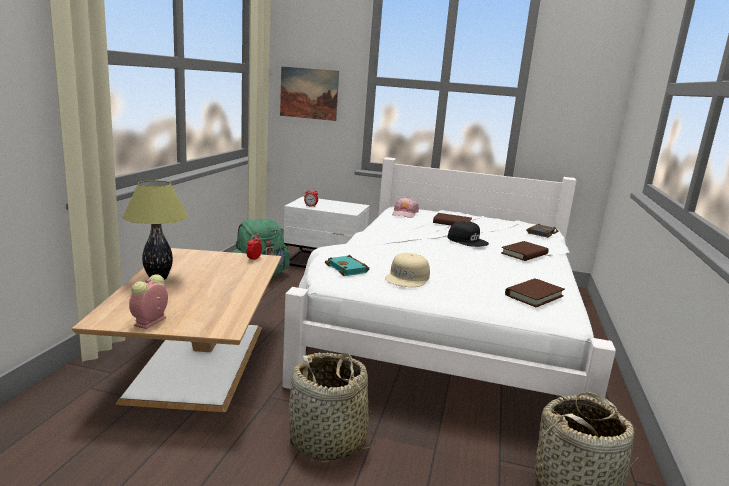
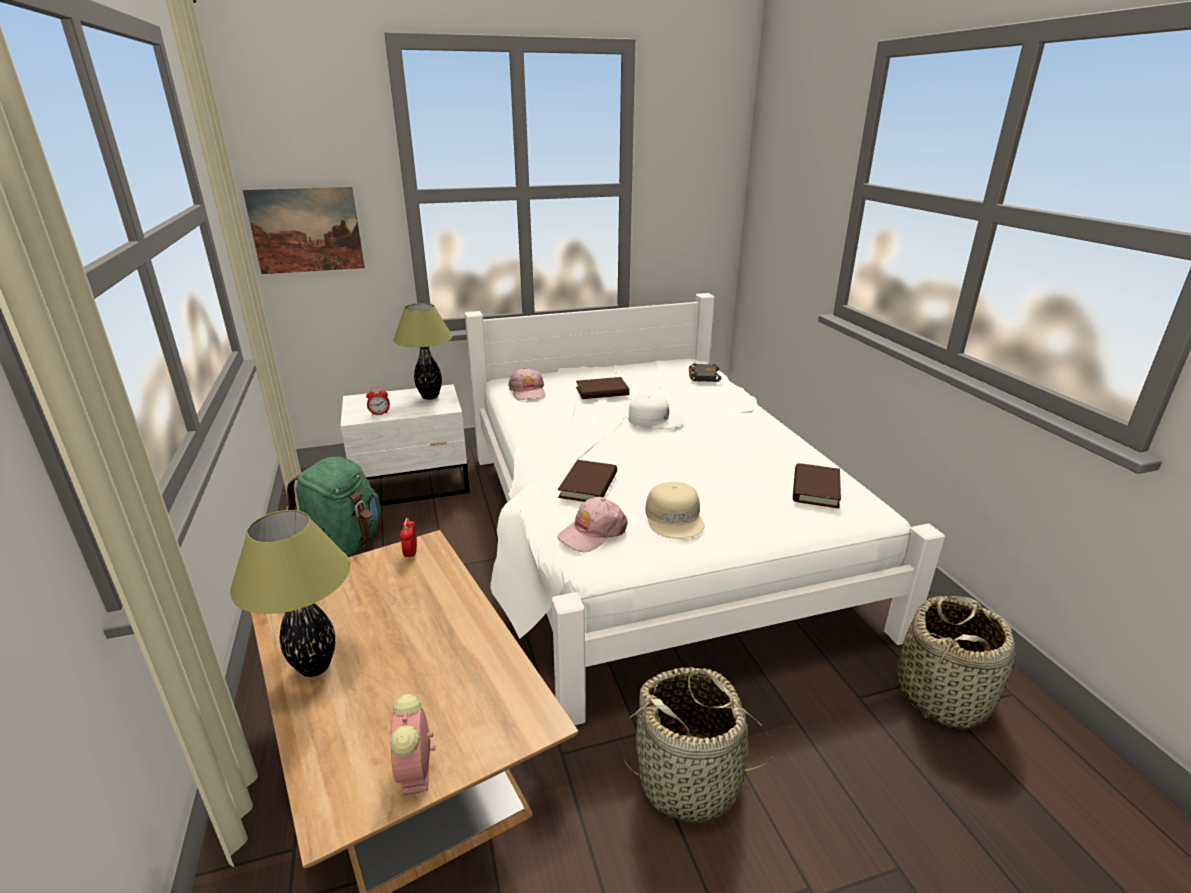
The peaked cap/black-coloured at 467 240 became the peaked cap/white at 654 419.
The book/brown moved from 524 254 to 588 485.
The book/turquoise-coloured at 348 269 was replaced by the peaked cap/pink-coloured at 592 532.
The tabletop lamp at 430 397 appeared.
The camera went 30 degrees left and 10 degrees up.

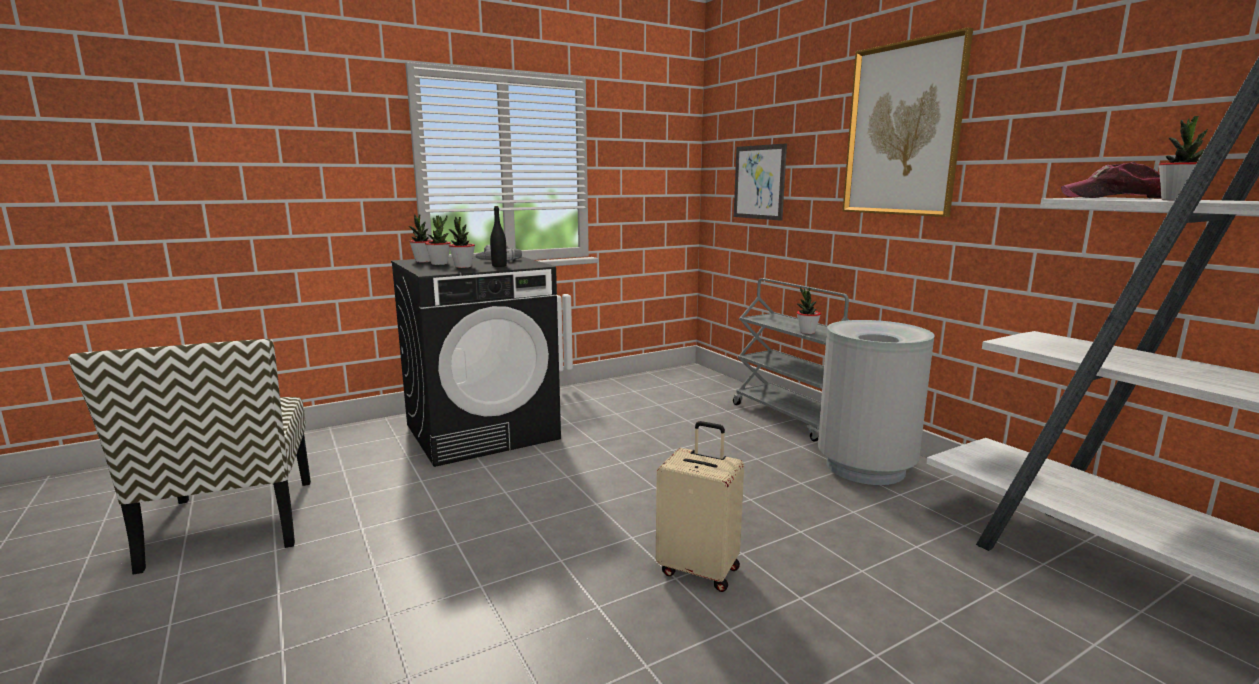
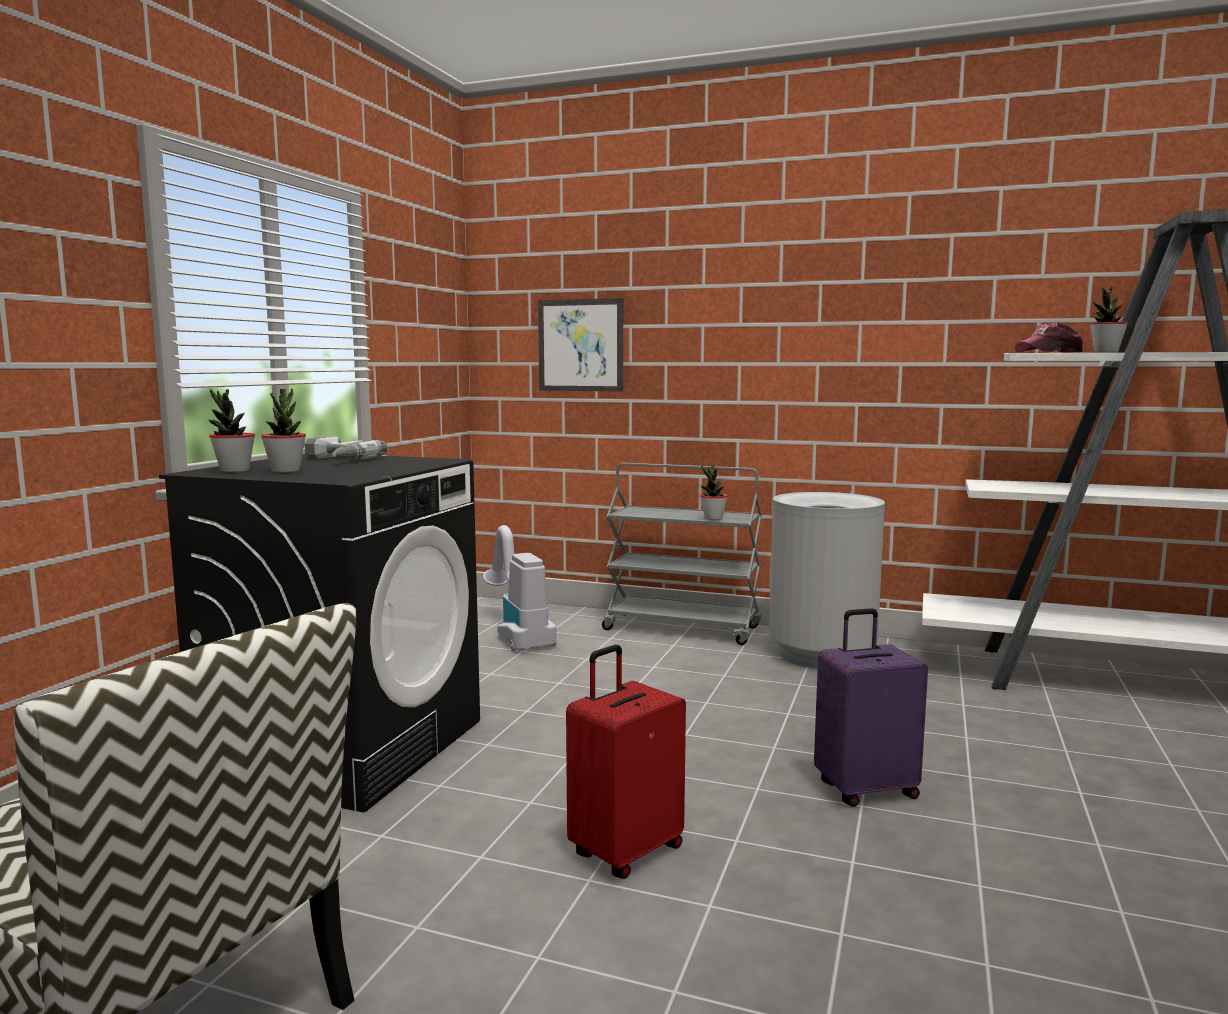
The picture at 903 130 disappeared.
The bottle/black-coloured at 499 266 disappeared.
The potted plant at 463 267 disappeared.
The piece of luggage/beige at 699 569 became the piece of luggage/purplish at 865 789.
The vacuum cleaner at 517 634 appeared.
The piece of luggage/reddish at 625 851 appeared.
The camera went 40 degrees left and 5 degrees down.

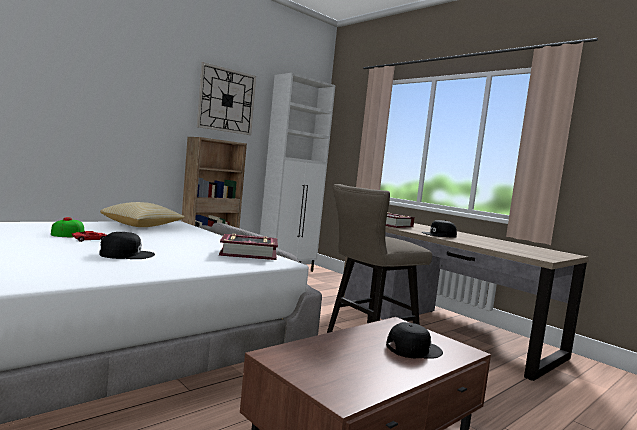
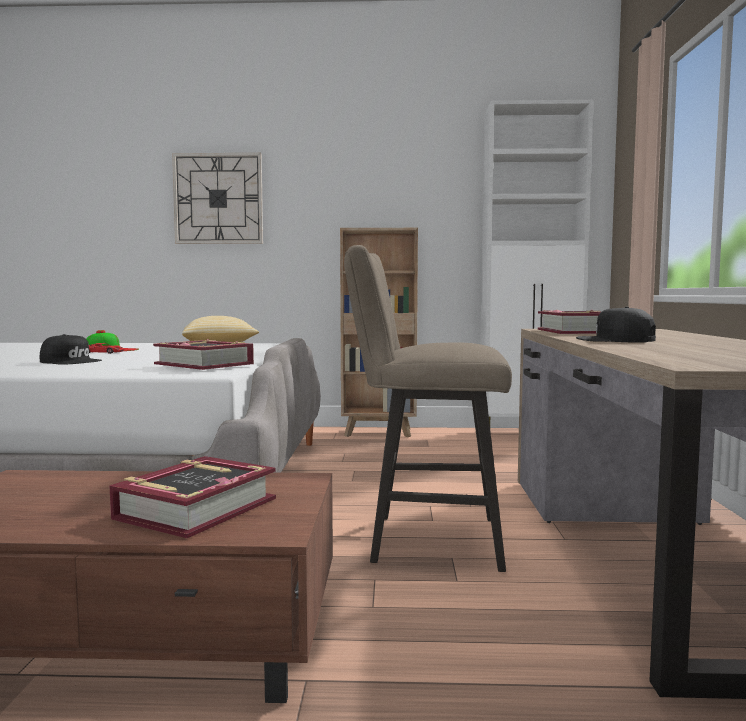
The clock on the wall moved from 226 100 to 218 199.
The peaked cap/black-coloured at 413 349 was replaced by the book at 196 509.
The camera went 45 degrees right and 0 degrees up.

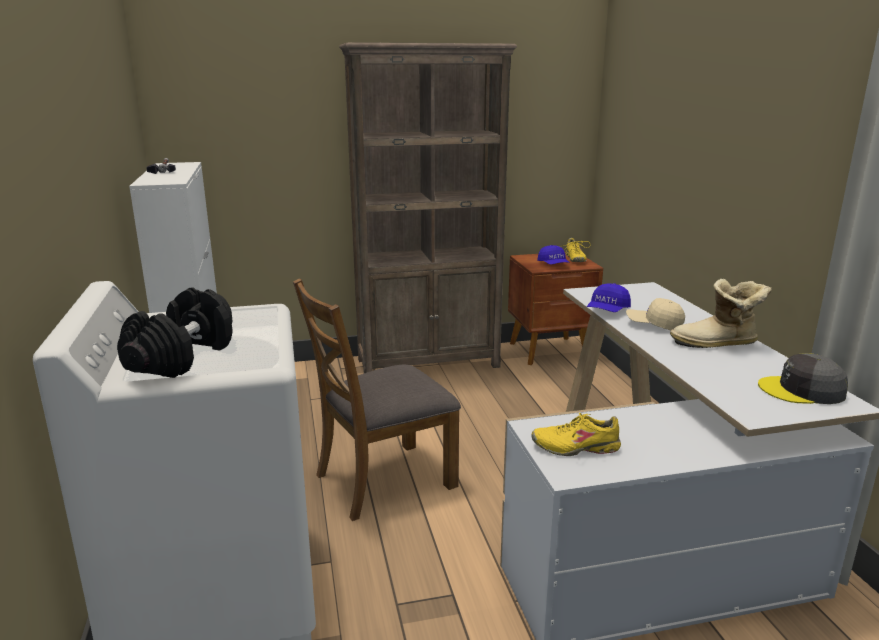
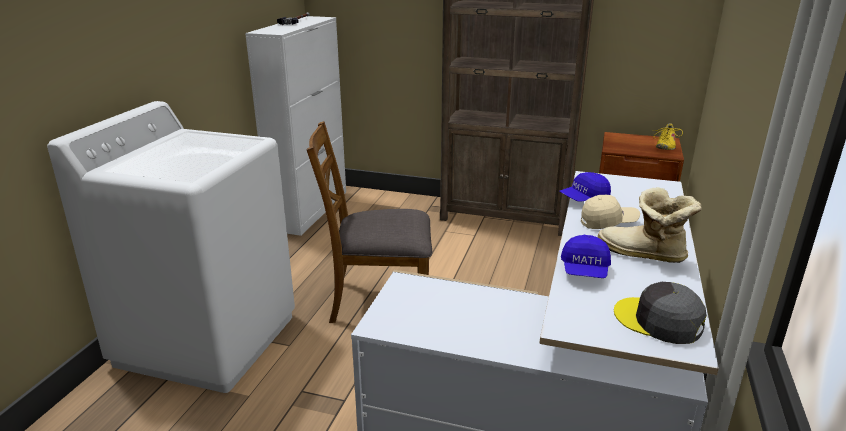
The peaked cap/blue-coloured moved from 553 265 to 585 271.
The dumbbell/black-coloured at 182 357 disappeared.
The peaked cap/beige at 654 325 turned 120 degrees clockwise.
The shoe/yellow at 575 447 disappeared.
The camera went 30 degrees right and 5 degrees up.

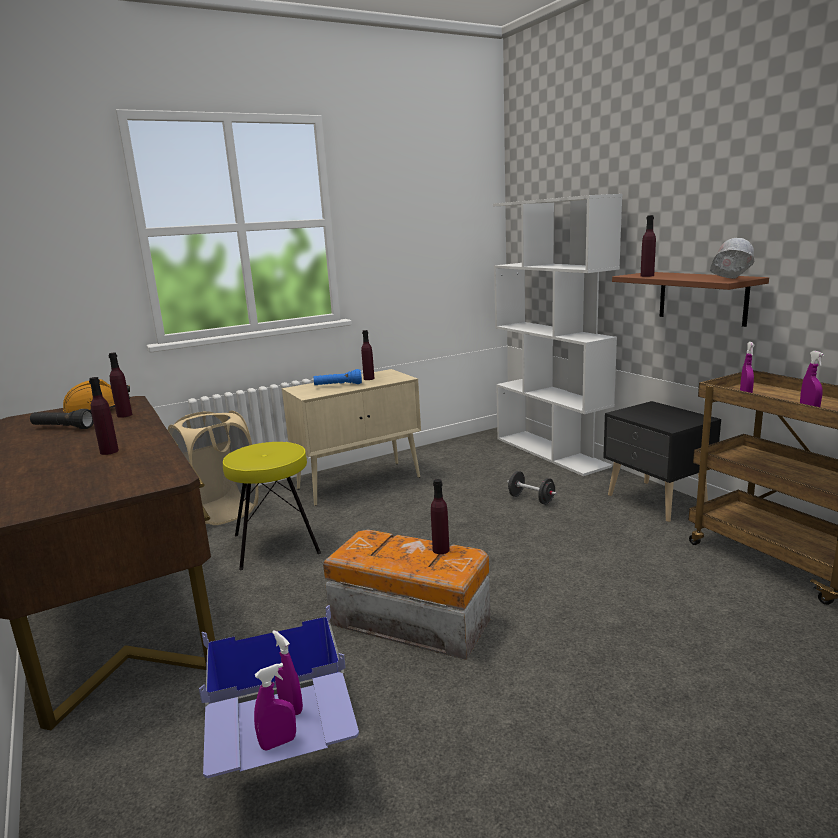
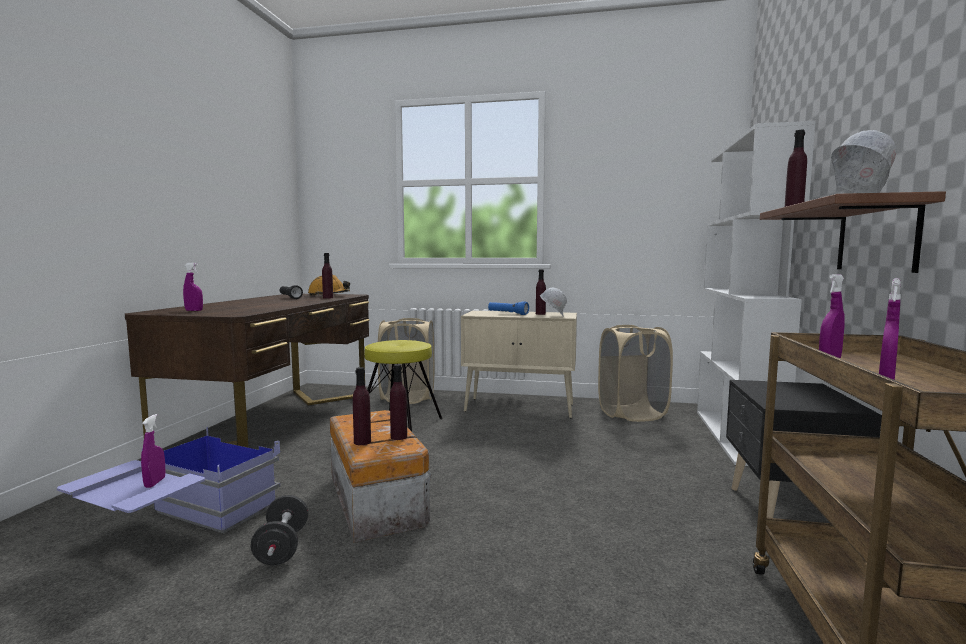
The bottle/purplish moved from 109 451 to 362 442.
The dumbbell/black-coloured moved from 531 499 to 282 547.
The spray bottle/purplish moved from 278 743 to 194 310.
The work helmet/white at 552 316 appeared.
The laundry basket/beige at 632 413 appeared.
The camera went 40 degrees right and 10 degrees down.

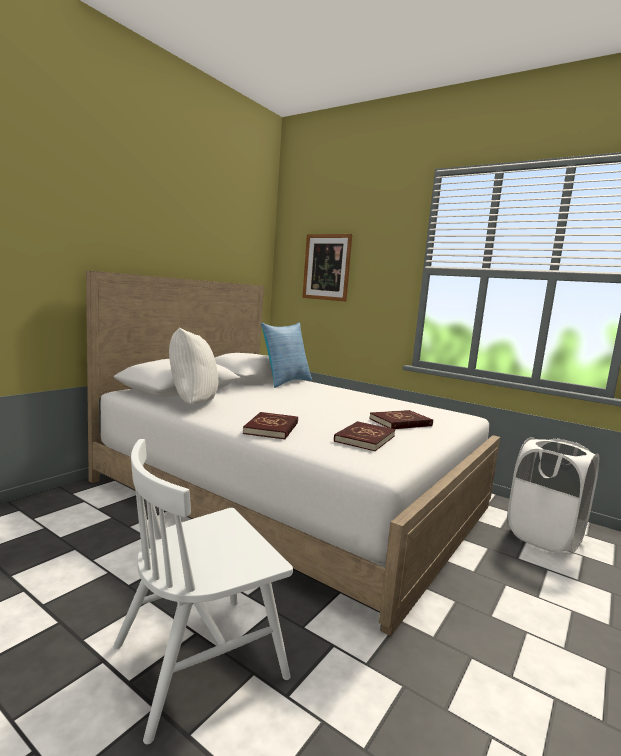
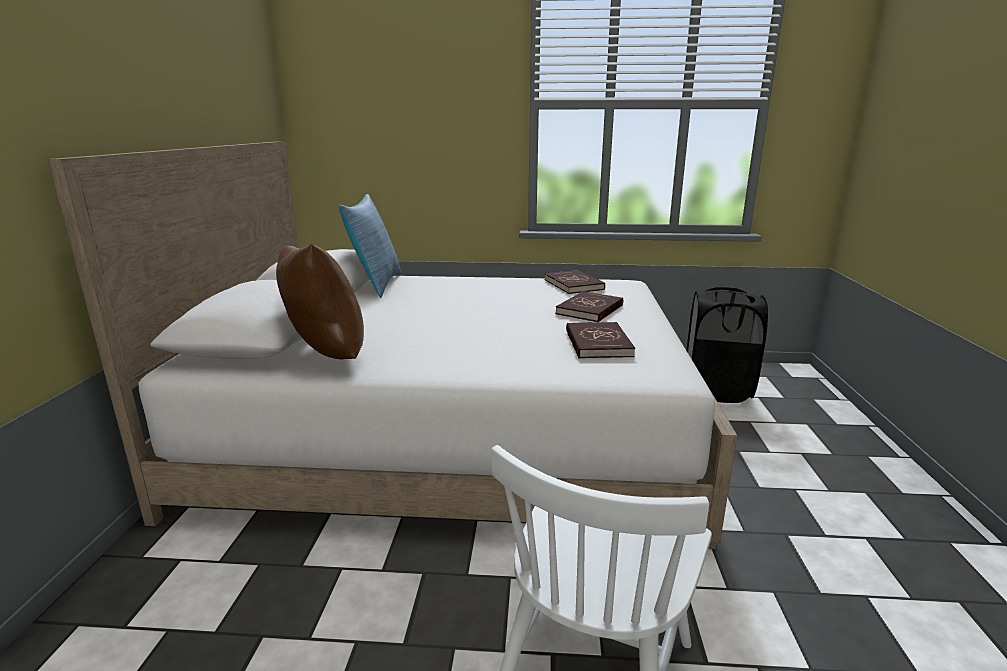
The picture at 327 267 disappeared.
The throw pillow/white at 191 404 became the throw pillow/brown at 324 356.
The book/reddish moved from 272 428 to 574 284.
The laundry basket/white at 544 537 became the laundry basket/black-coloured at 717 390.
The camera went 30 degrees left and 10 degrees up.

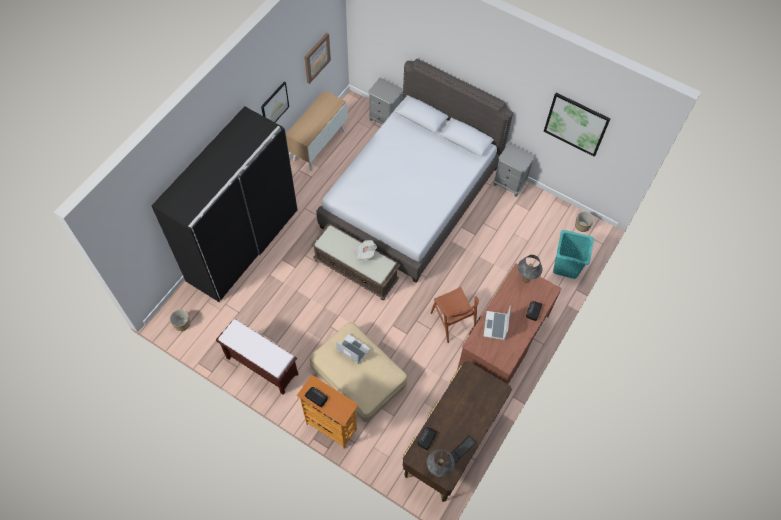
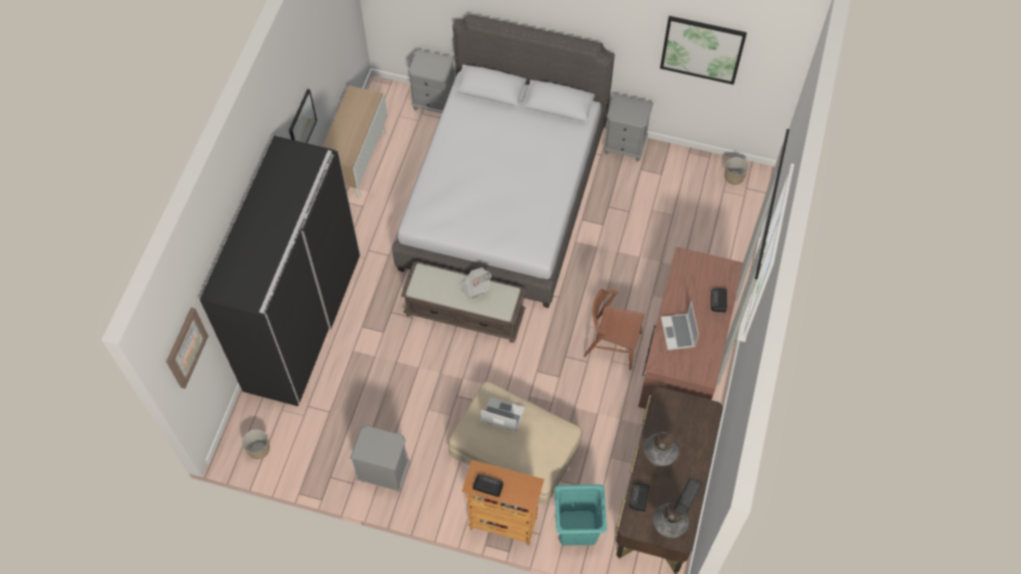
The picture moved from 316 57 to 185 347.
The laundry basket/turquoise-coloured moved from 566 266 to 577 528.
The tabletop lamp/greyish moved from 526 279 to 657 461.
The chair/brown at 453 321 turned 150 degrees clockwise.
The bench/brown at 261 366 was replaced by the bedside table/greyish at 384 473.
The camera went 15 degrees left and 0 degrees up.

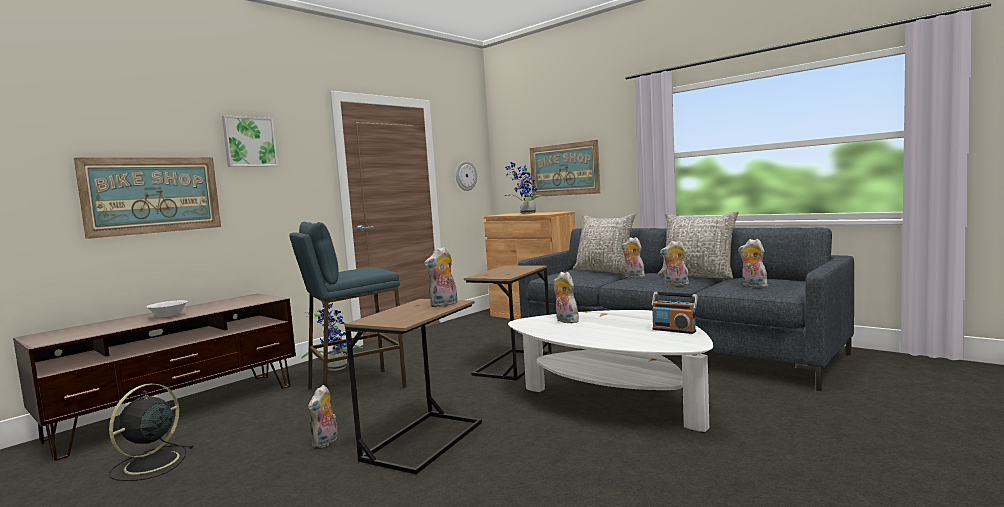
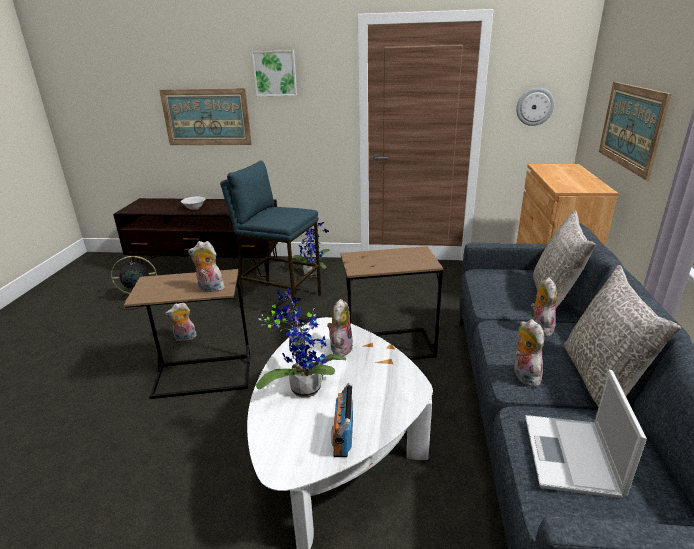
The potted plant moved from 526 213 to 303 387.
The plush toy at 752 286 was replaced by the laptop at 571 456.
The camera went 55 degrees right and 20 degrees up.

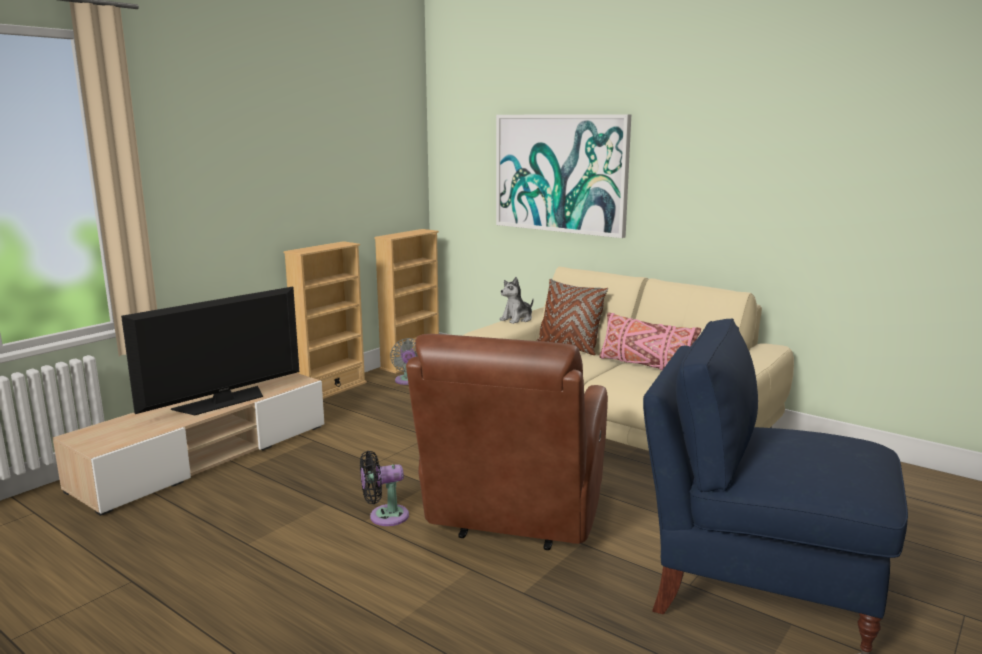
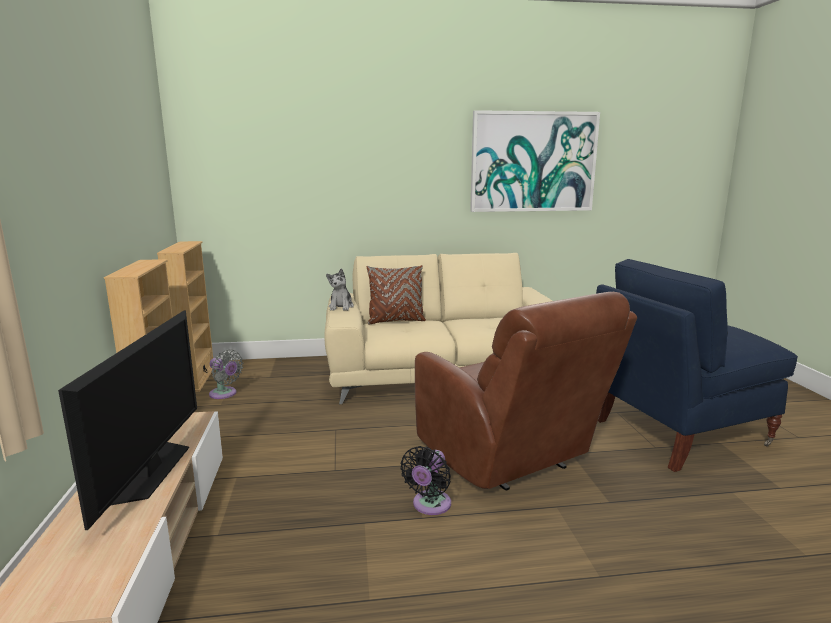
The picture moved from 560 173 to 533 162.
The throw pillow/pink-coloured at 646 366 disappeared.
The camera went 45 degrees left and 0 degrees up.

